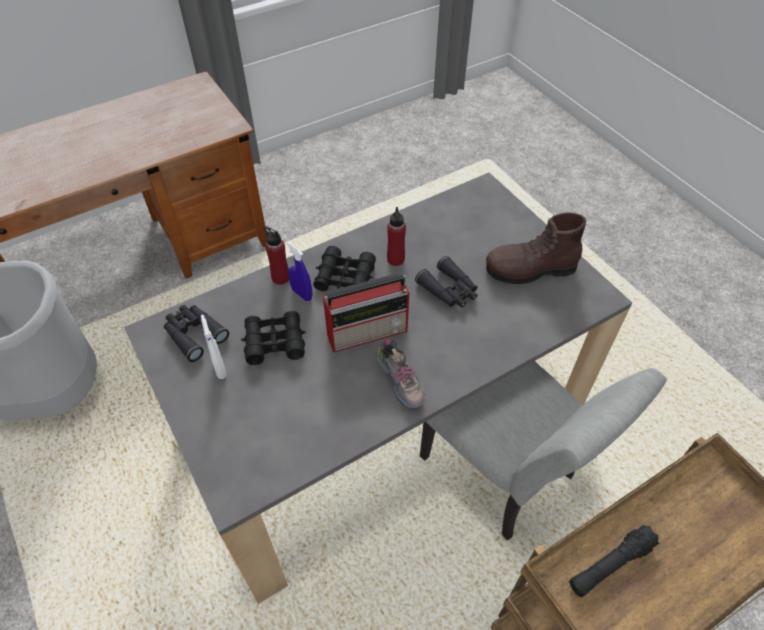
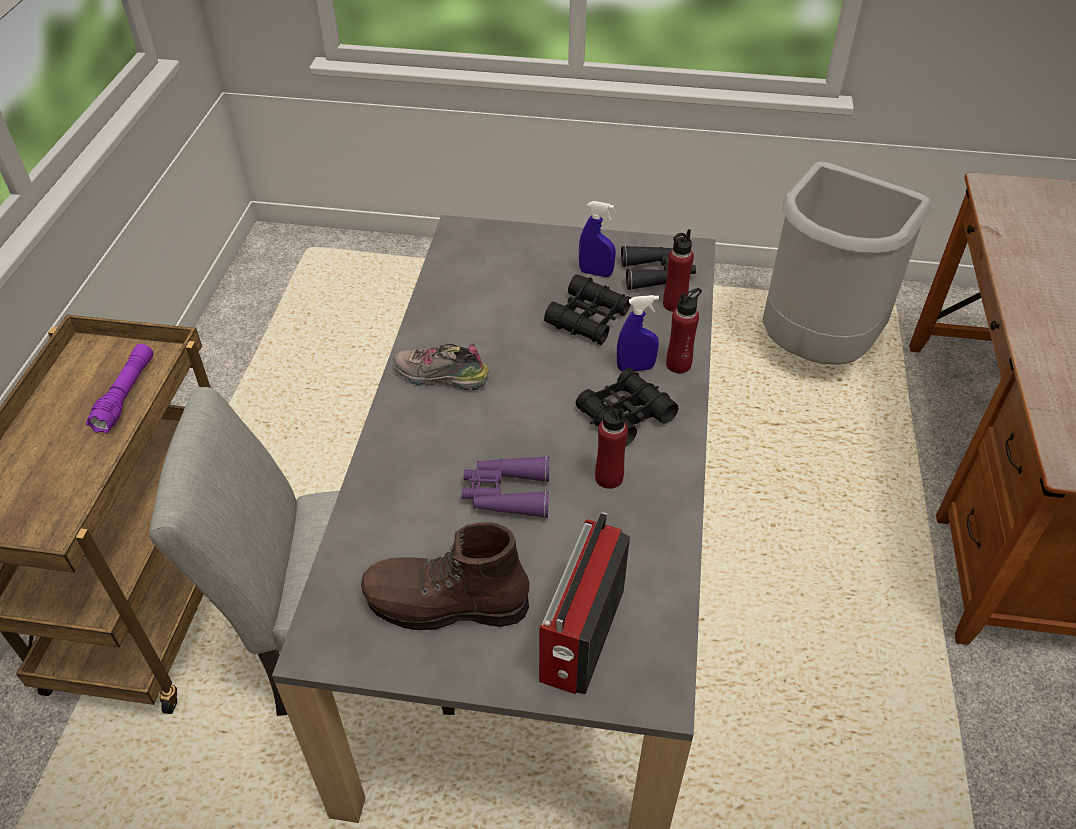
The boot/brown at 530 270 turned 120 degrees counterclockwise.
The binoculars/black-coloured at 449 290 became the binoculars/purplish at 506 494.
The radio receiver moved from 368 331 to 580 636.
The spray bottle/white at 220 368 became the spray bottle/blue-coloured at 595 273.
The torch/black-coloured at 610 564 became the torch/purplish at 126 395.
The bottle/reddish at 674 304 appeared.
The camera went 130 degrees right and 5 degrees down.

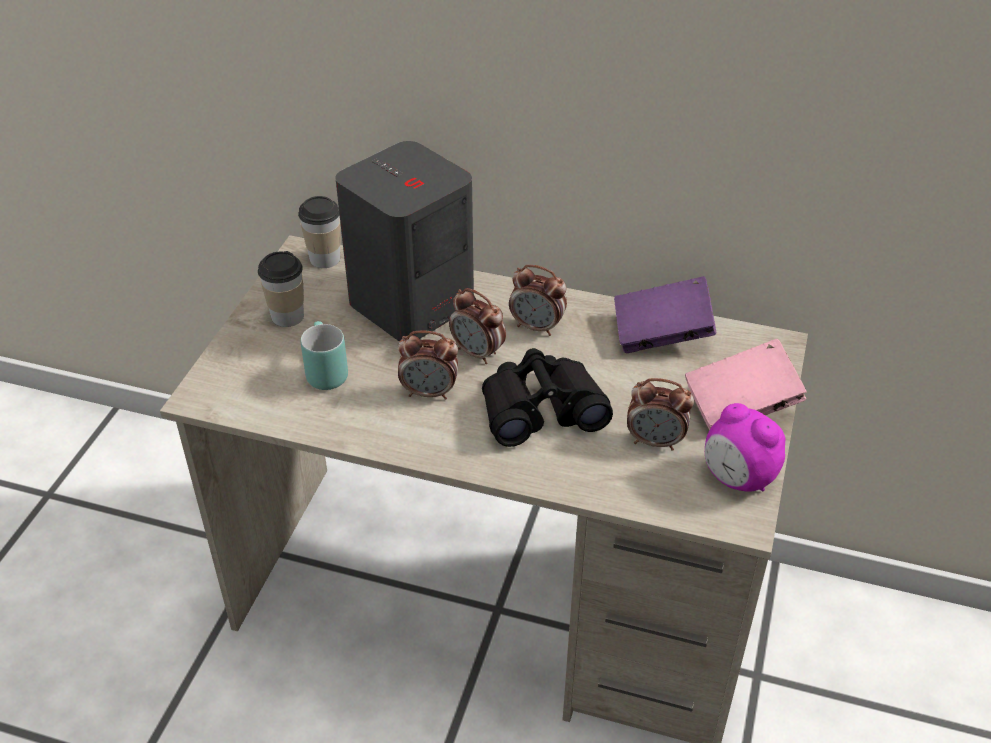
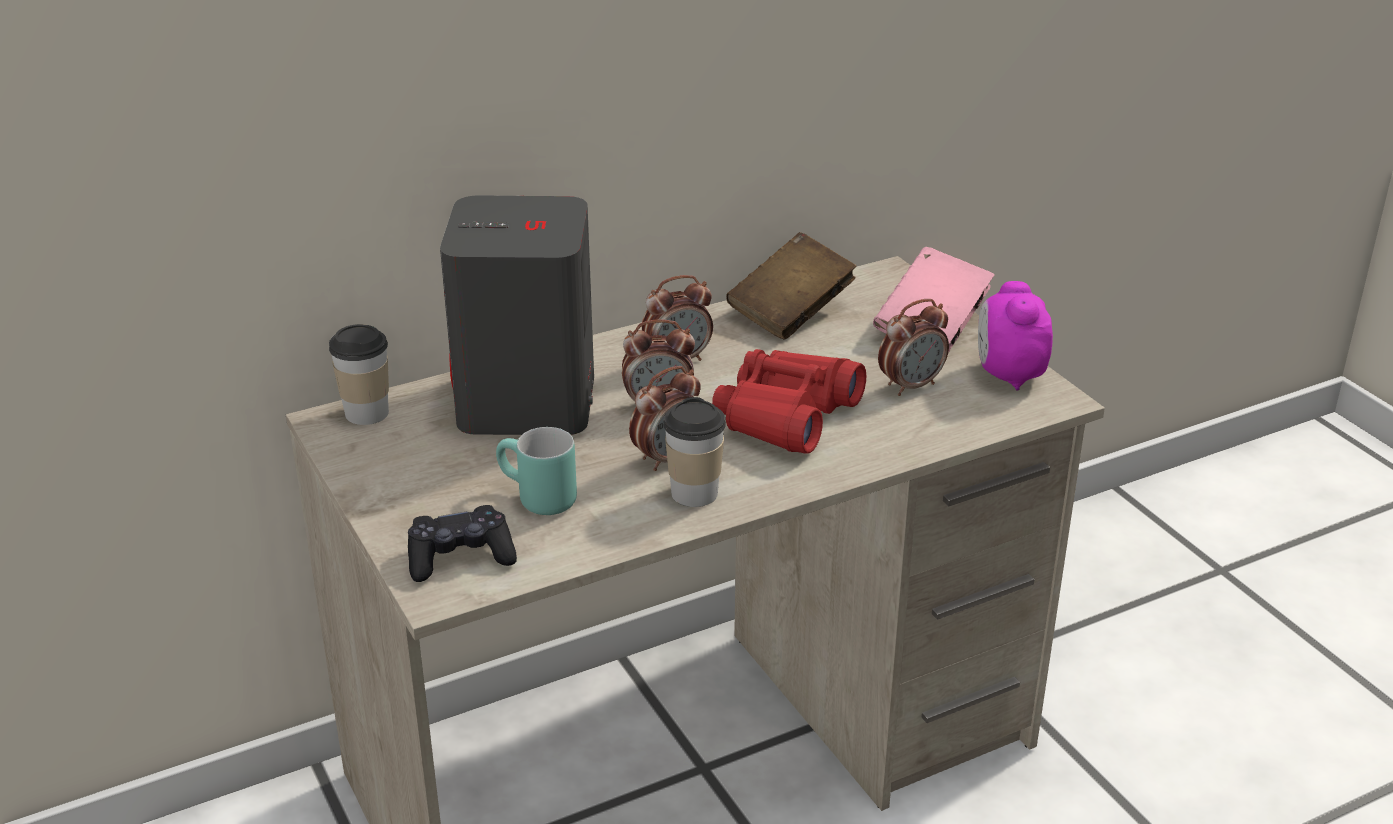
The drinking cup moved from 287 316 to 694 493.
The book/purplish at 661 334 became the book/brown at 791 312.
The binoculars/black-coloured at 541 410 became the binoculars/reddish at 786 415.
The alarm clock at 737 478 turned 90 degrees clockwise.
The joypad/black-coloured at 460 557 appeared.
The camera went 45 degrees left and 10 degrees down.

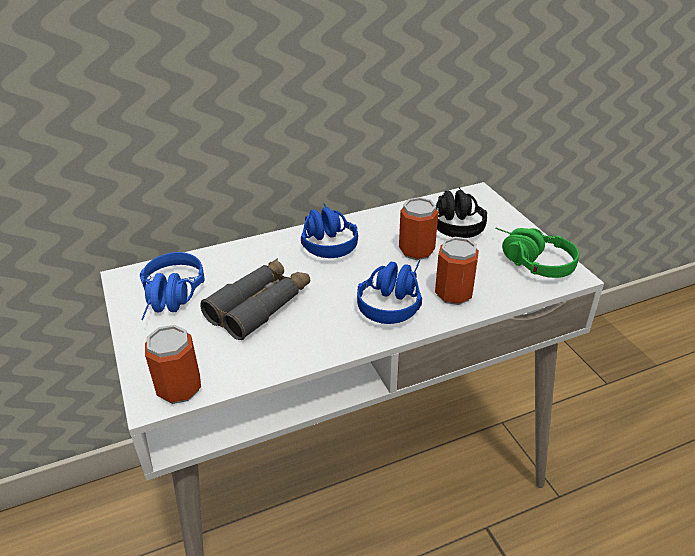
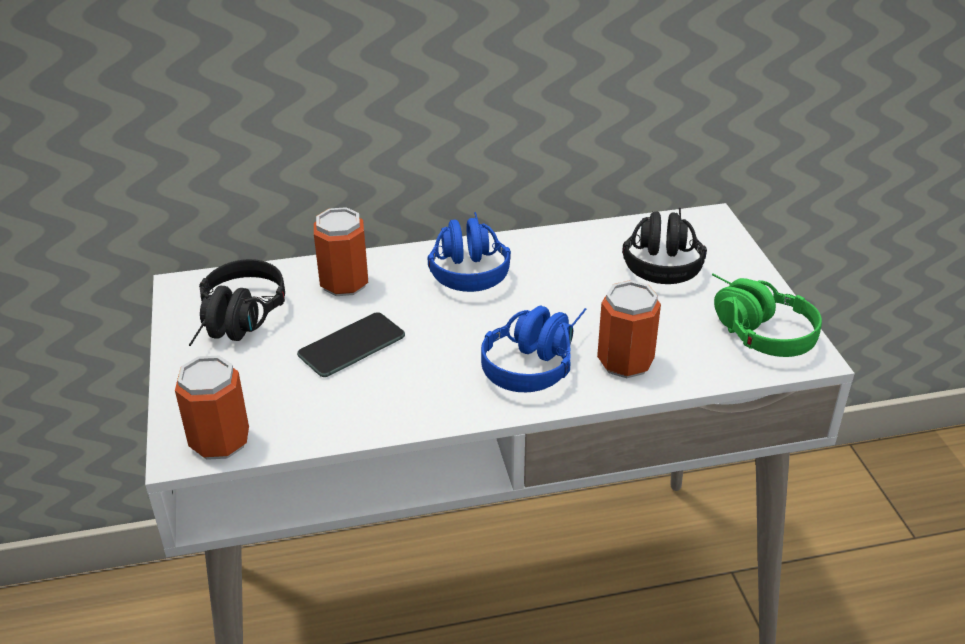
The can moved from 416 251 to 344 283.
The pair of headphones/blue-coloured at 171 299 became the pair of headphones/black-coloured at 237 324.
The binoculars/greyish at 260 305 was replaced by the handset at 352 346.
The camera went 10 degrees right and 0 degrees up.

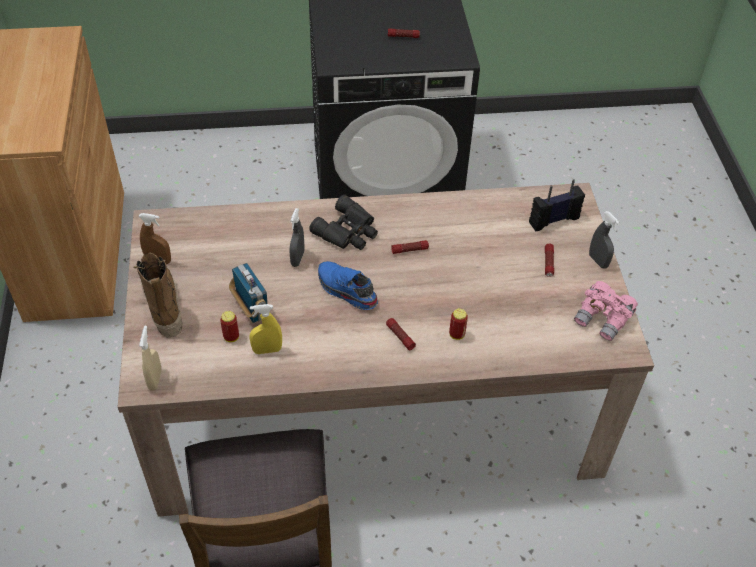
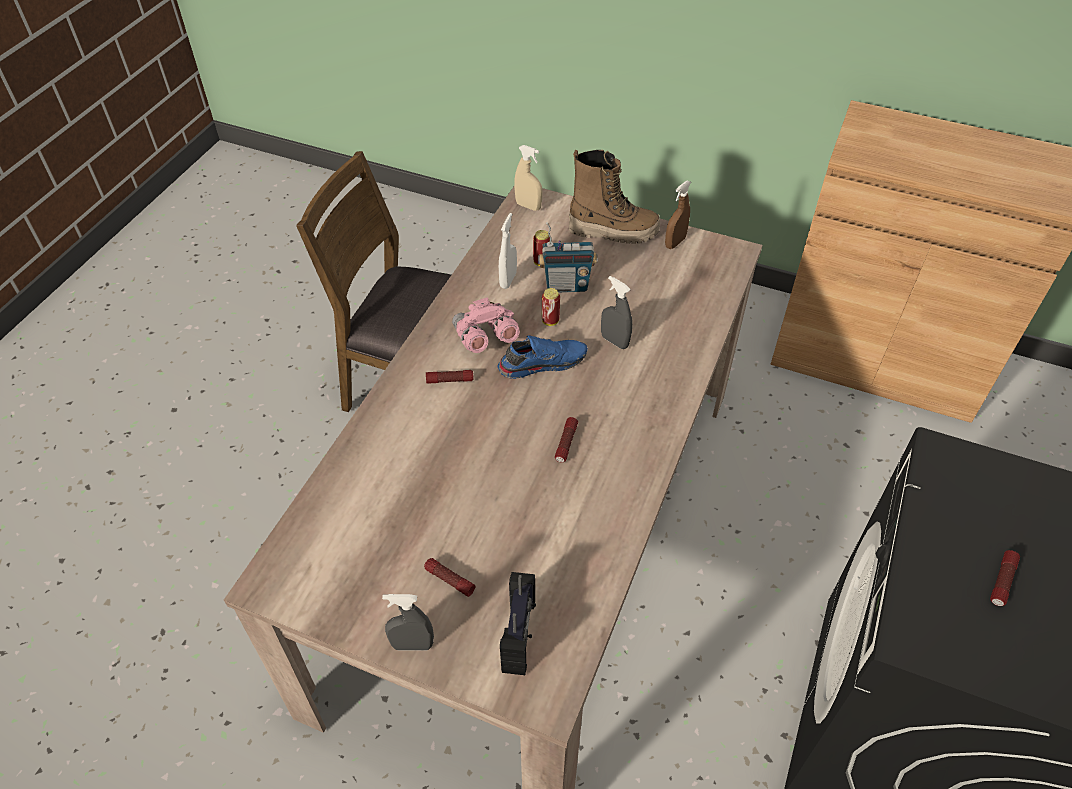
The binoculars/black-coloured at 348 231 disappeared.
The binoculars/pink-coloured moved from 603 319 to 484 338.
The spray bottle/yellow at 267 350 became the spray bottle/white at 508 280.
The can moved from 457 334 to 550 321.
The camera went 120 degrees right and 0 degrees up.

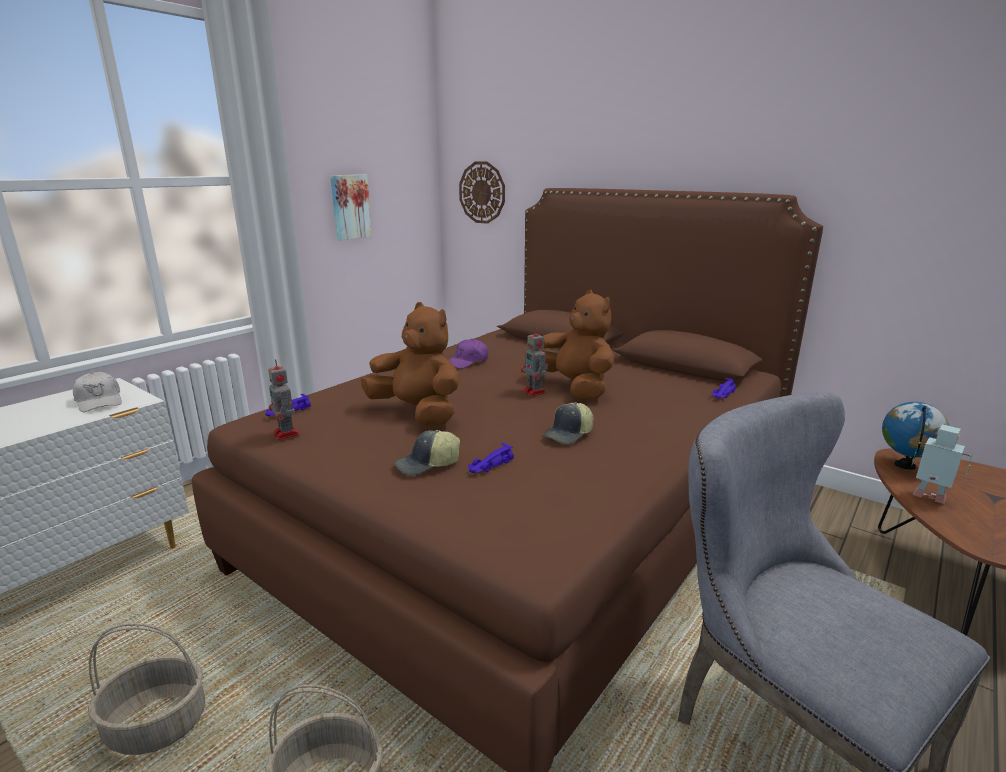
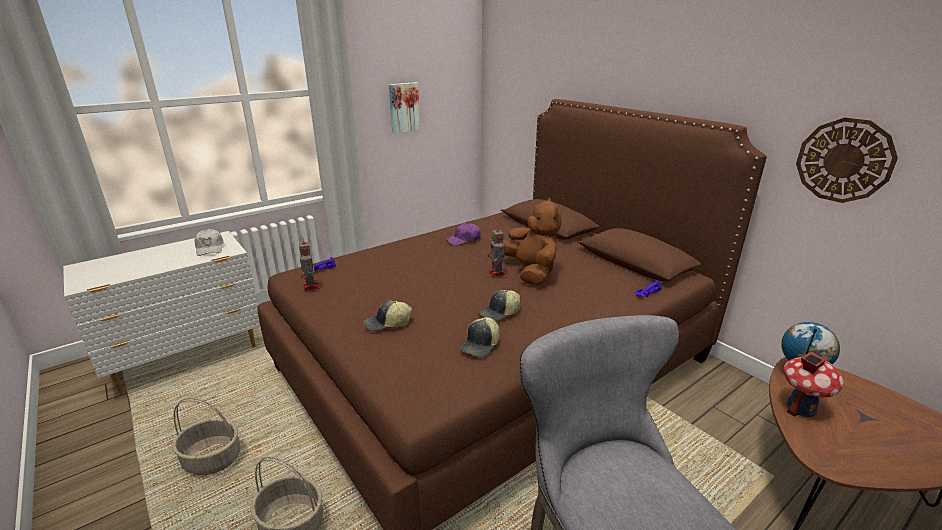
The clock on the wall moved from 482 192 to 844 160.
The plush toy/brown at 417 413 disappeared.
The model robot at 930 498 was replaced by the miniature house at 800 407.
The miniature car/purplish at 489 466 disappeared.
The peaked cap at 481 345 appeared.
The camera went 15 degrees right and 5 degrees up.

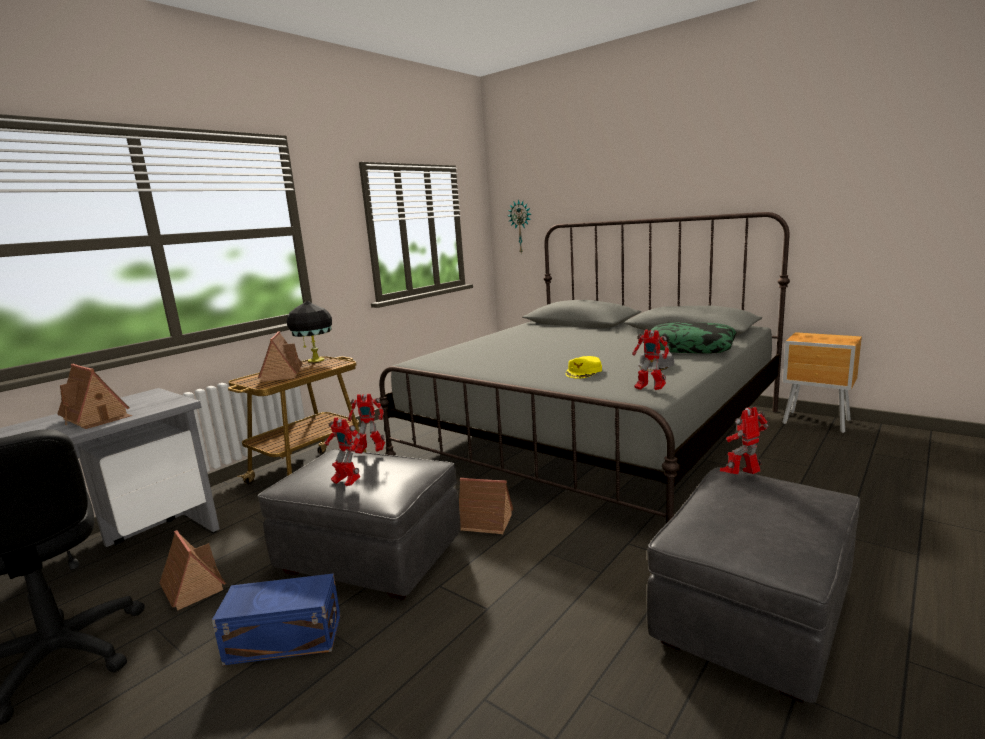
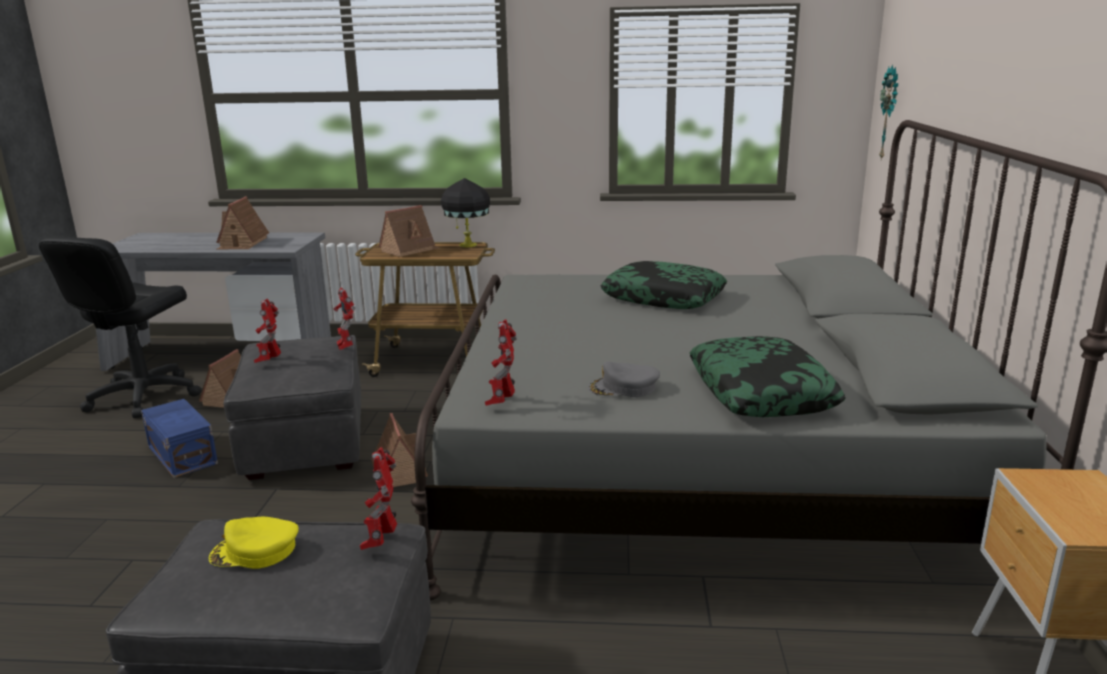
The peaked cap/yellow moved from 584 372 to 255 551.
The model robot at 742 476 turned 120 degrees counterclockwise.
The throw pillow at 663 298 appeared.
The camera went 55 degrees right and 5 degrees up.

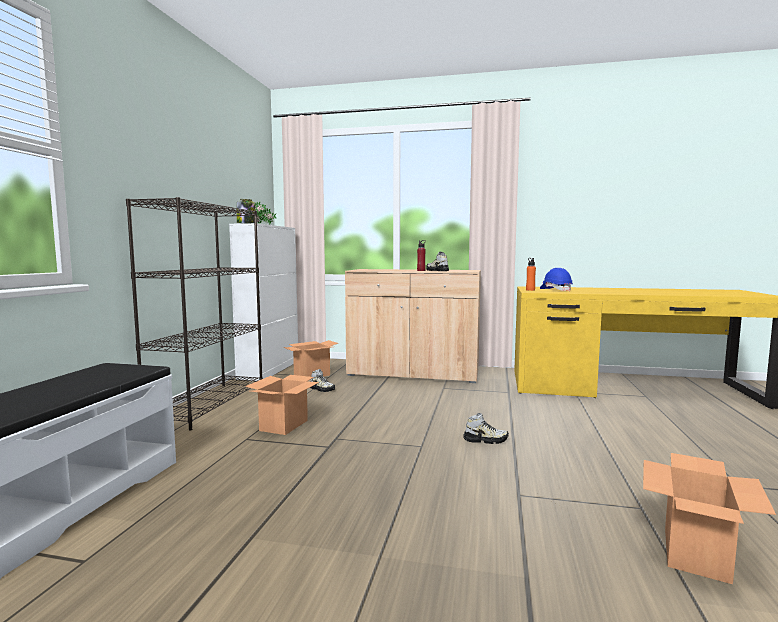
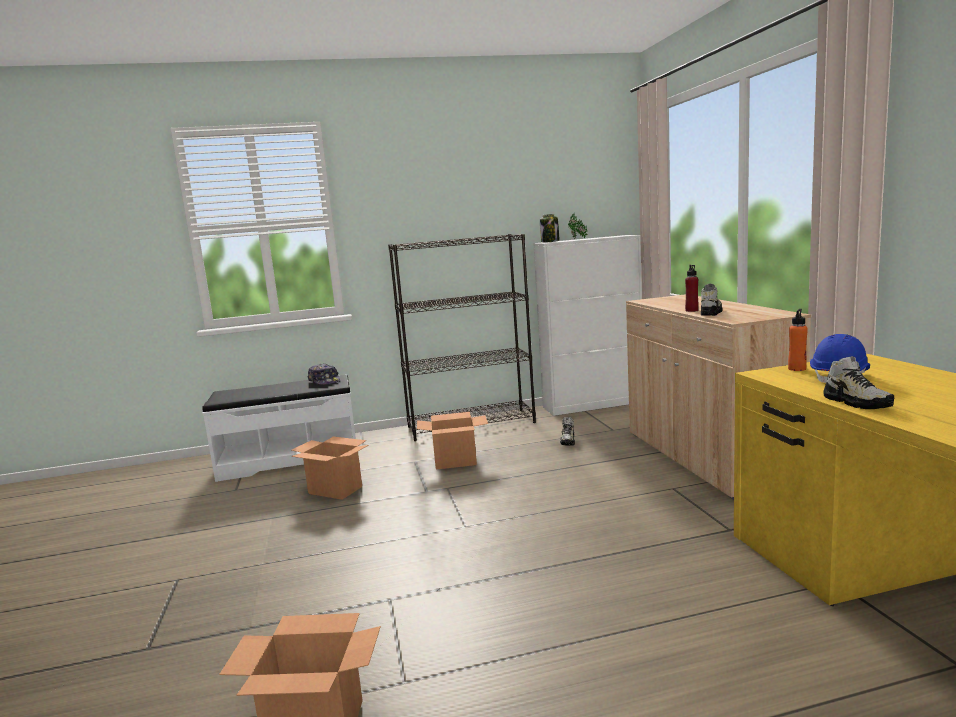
The carton moved from 311 375 to 334 490.
The shoe moved from 485 440 to 857 403.
The peaked cap at 324 381 appeared.
The camera went 65 degrees right and 5 degrees up.

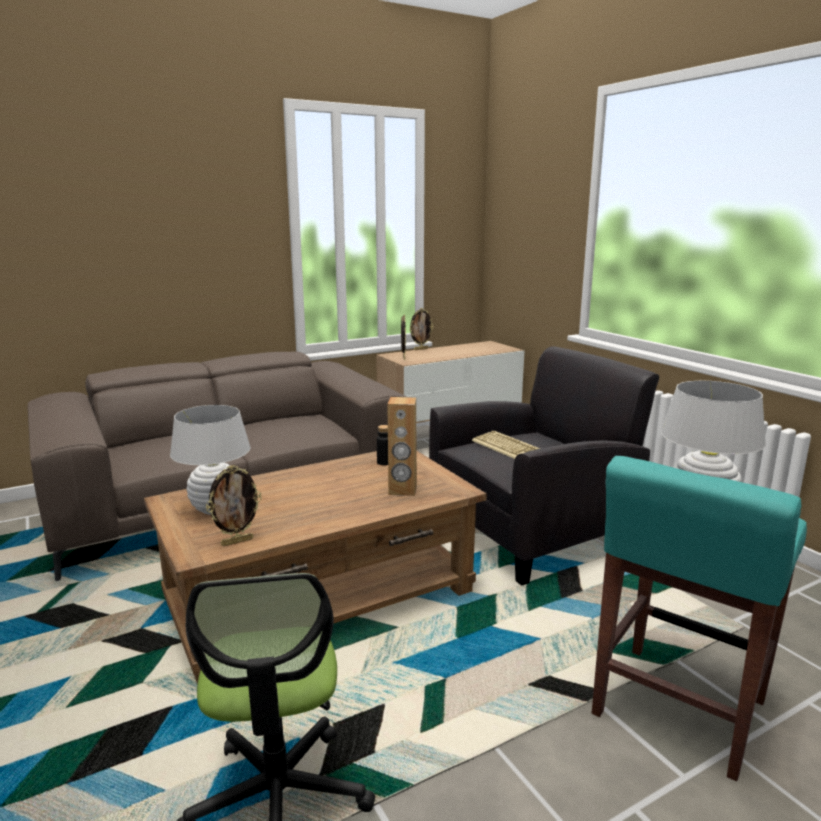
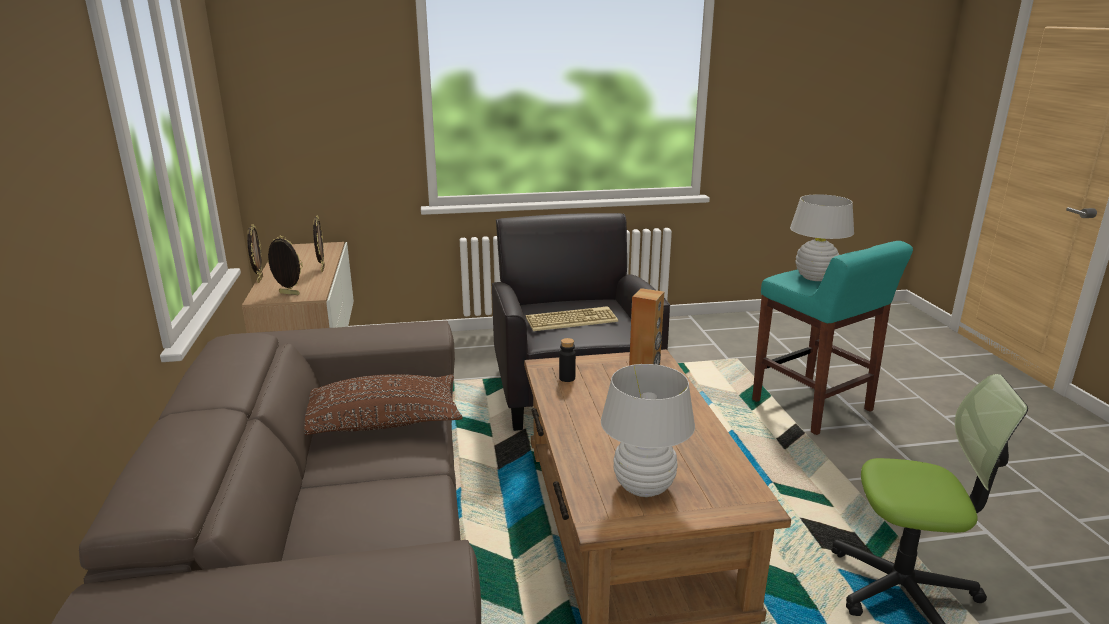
The photo frame moved from 237 541 to 322 269.
The throw pillow/brown at 379 422 appeared.
The camera went 70 degrees left and 5 degrees up.

